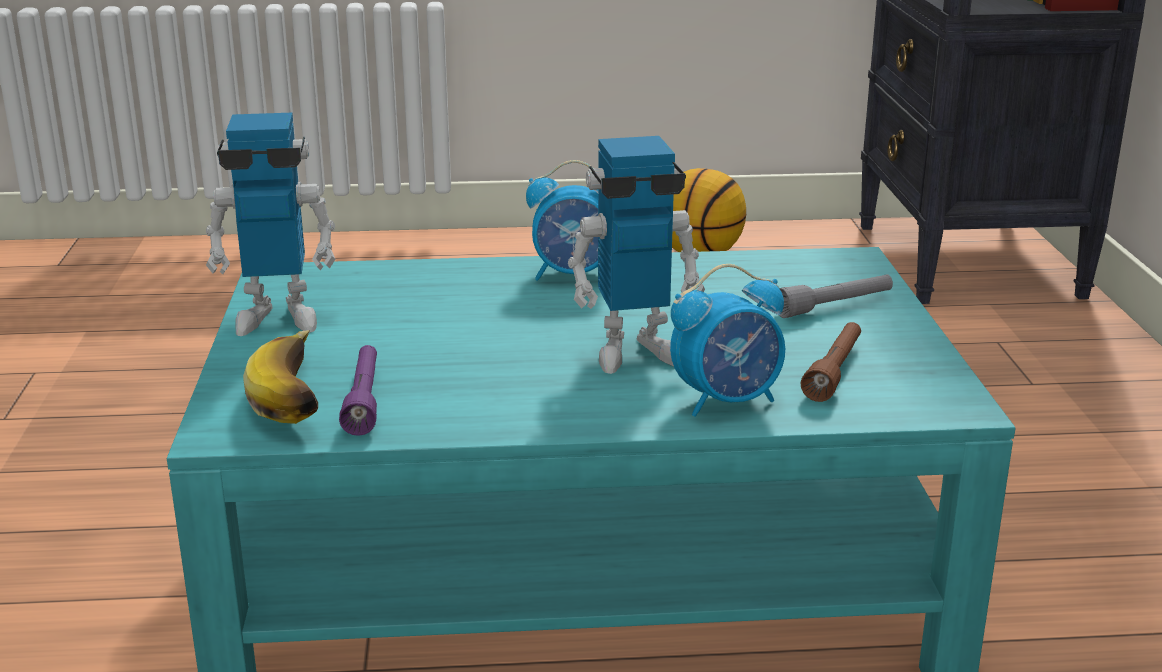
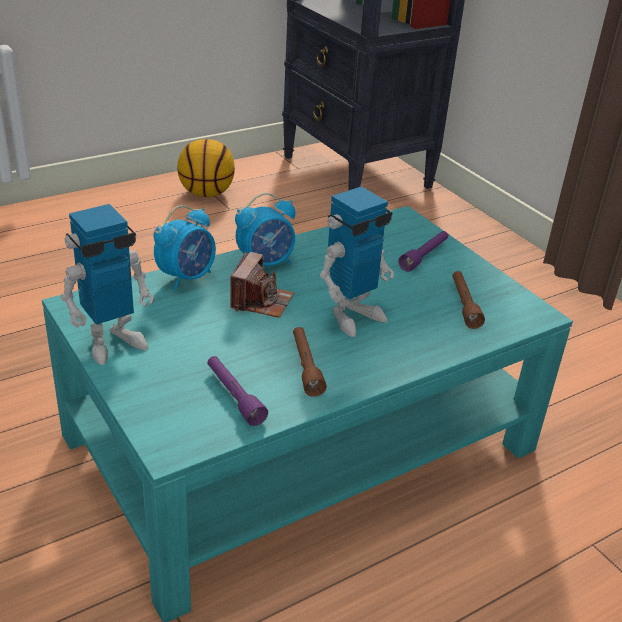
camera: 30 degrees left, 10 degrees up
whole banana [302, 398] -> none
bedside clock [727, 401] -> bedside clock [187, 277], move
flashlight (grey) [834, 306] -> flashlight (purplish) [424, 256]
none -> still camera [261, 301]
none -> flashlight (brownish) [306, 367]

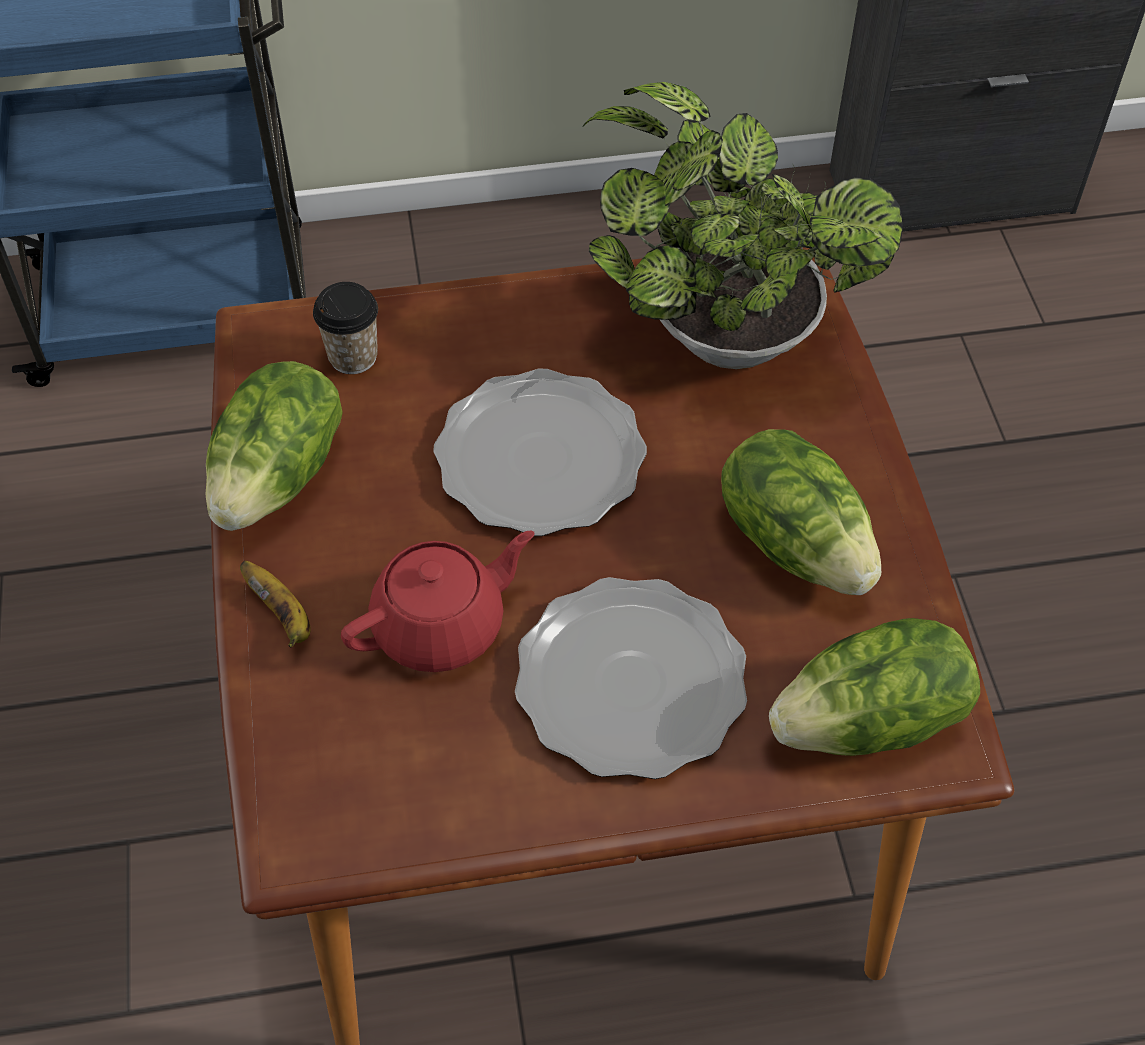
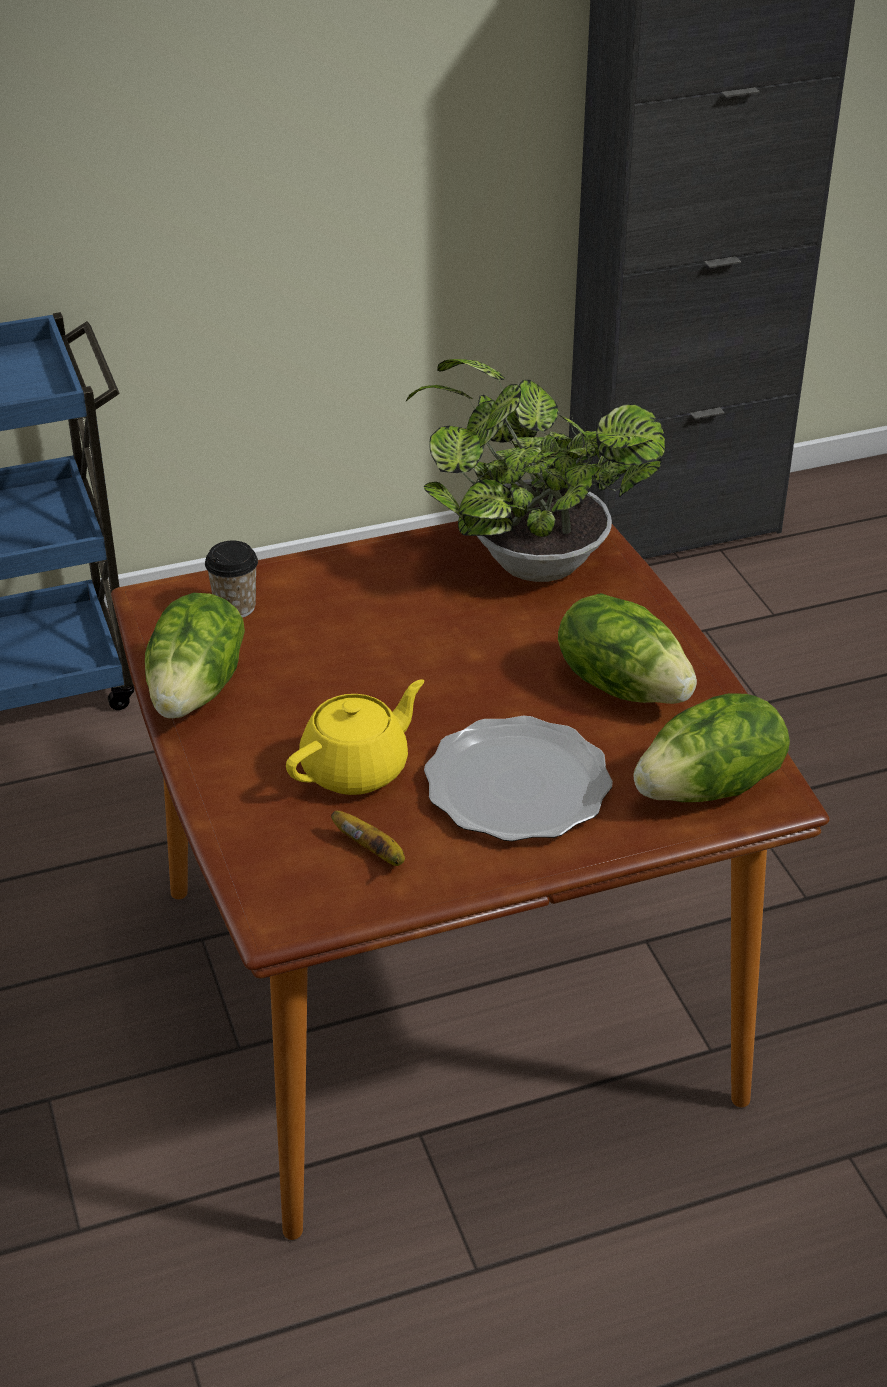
camera: 10 degrees left, 15 degrees down
whole banana [283, 615] -> whole banana [373, 852], move
pot for tea (reddish) [442, 626] -> pot for tea (yellow) [357, 769]
flat dish [538, 458] -> none

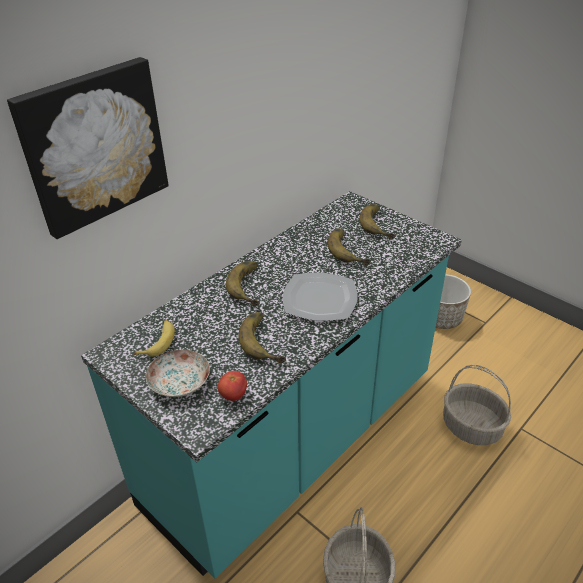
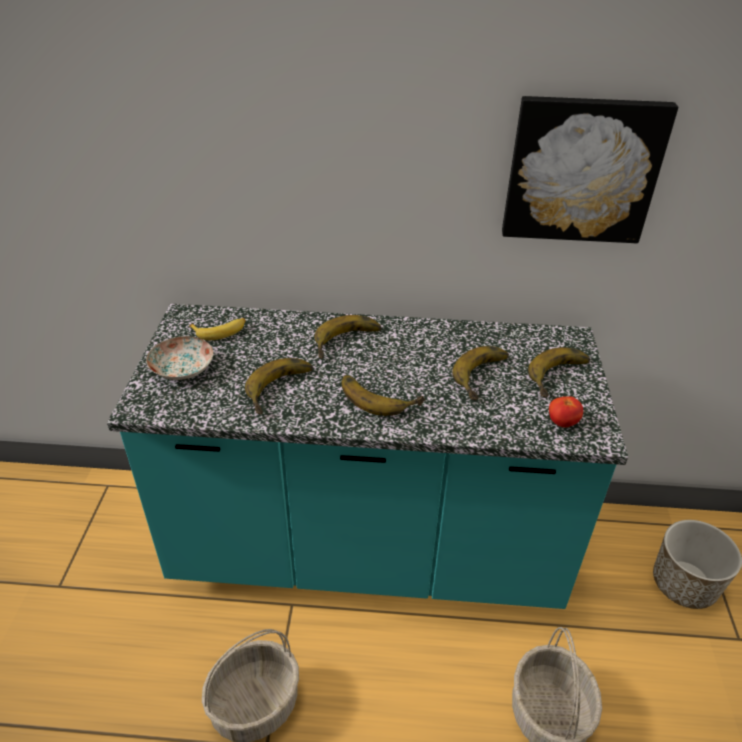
camera: 50 degrees right, 0 degrees up
wall art [93, 146] -> wall art [582, 170], move
whole tomato [233, 395] -> whole tomato [562, 422], move
flat dish [320, 299] -> whole banana [379, 395]

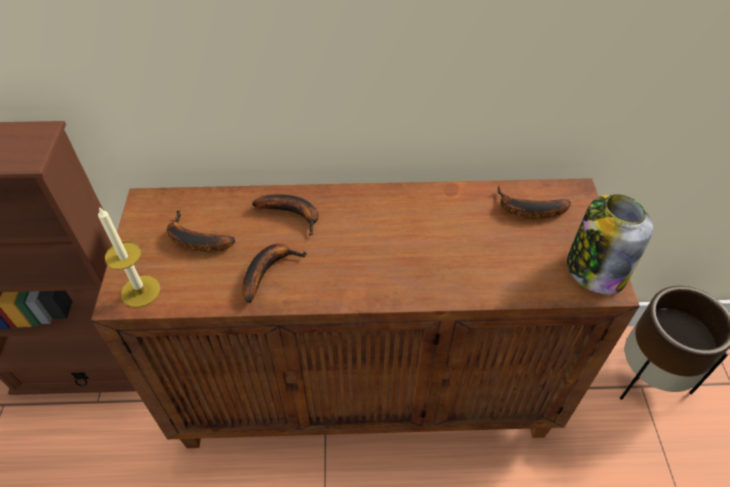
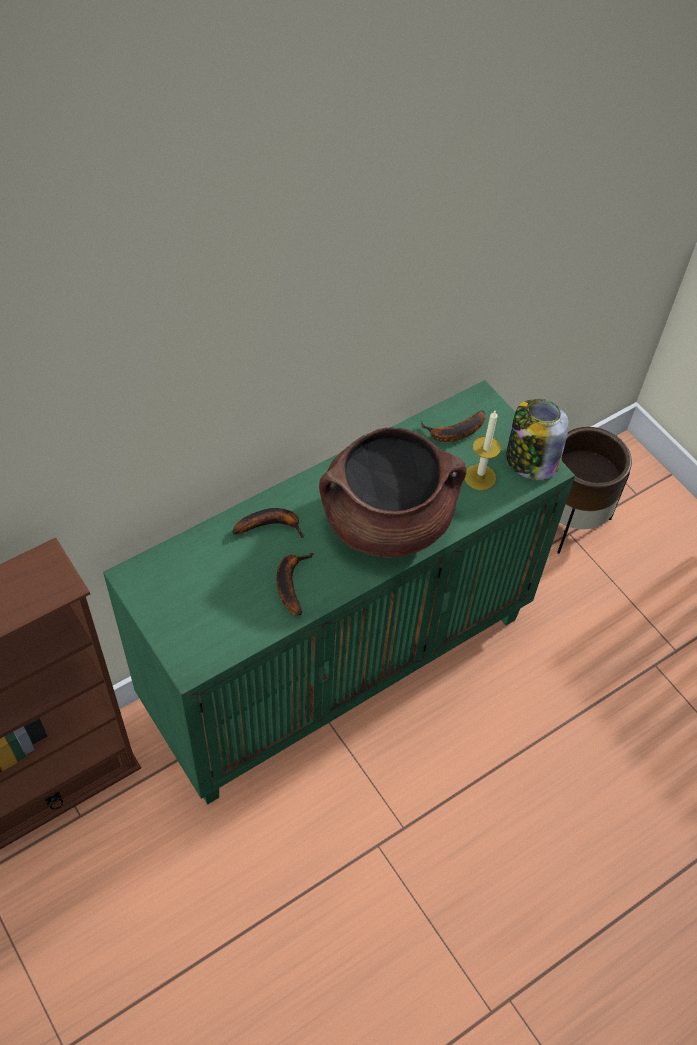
camera: 35 degrees left, 5 degrees up
storage cabinet (brownish) [367, 390] -> storage cabinet (green) [339, 661]
wax light [140, 291] -> wax light [480, 477], move
whole banana [194, 240] -> none
none -> saucepot (brownish) [387, 520]

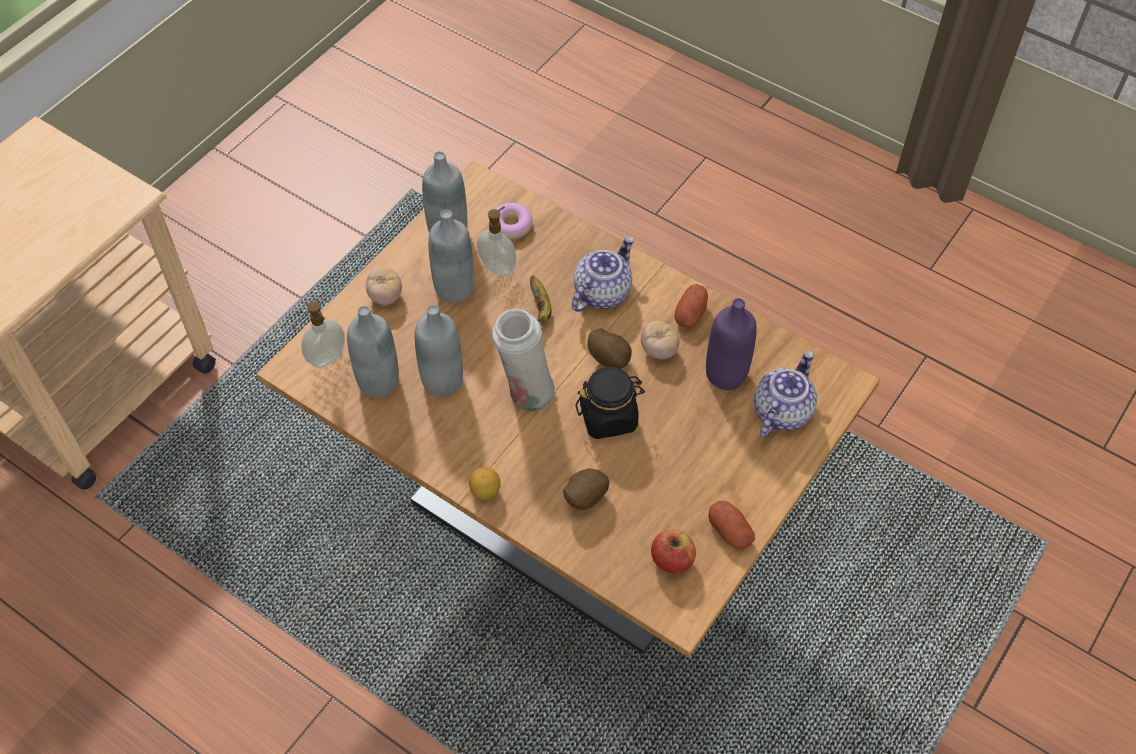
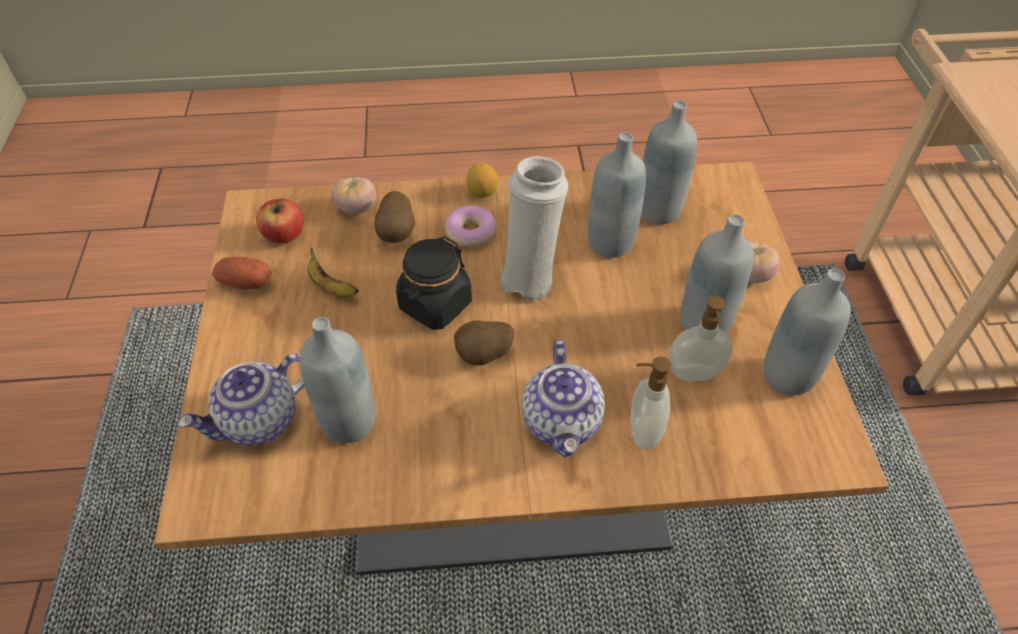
camera: 140 degrees right, 5 degrees down
liquid soap bottle [328, 358] -> liquid soap bottle [642, 431], move
doughnut [511, 225] -> doughnut [471, 232], move
whole banana [541, 307] -> whole banana [331, 287], move
whole tomato [658, 350] -> whole tomato [356, 208], move
whole potato [690, 314] -> none
beverage bottle (purplish) [726, 374] -> beverage bottle (grey) [349, 421]
pot for tea [781, 411] -> pot for tea [259, 421], 60 degrees clockwise

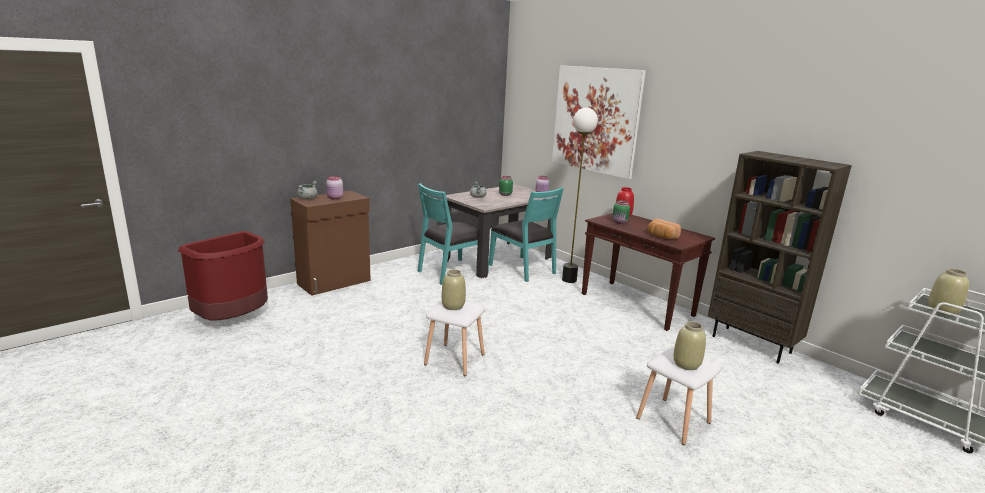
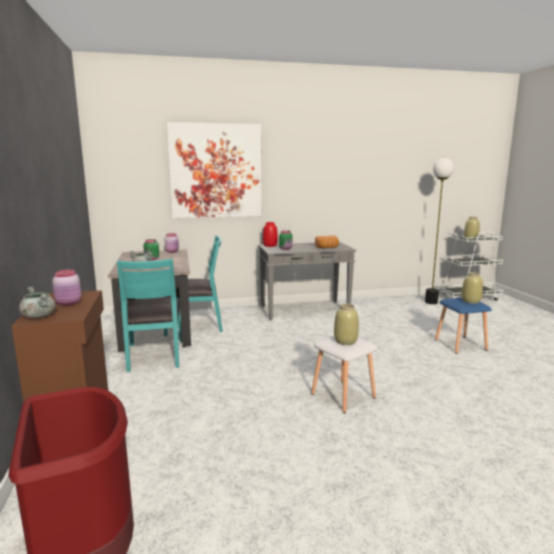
camera: 60 degrees left, 5 degrees down
standard lamp [569, 280] -> standard lamp [431, 302], move
narrow table (brownish) [637, 305] -> narrow table (grey) [305, 310]
stool seat (white) [673, 419] -> stool seat (blue) [459, 344]
bookshelf (brownish) [752, 344] -> none

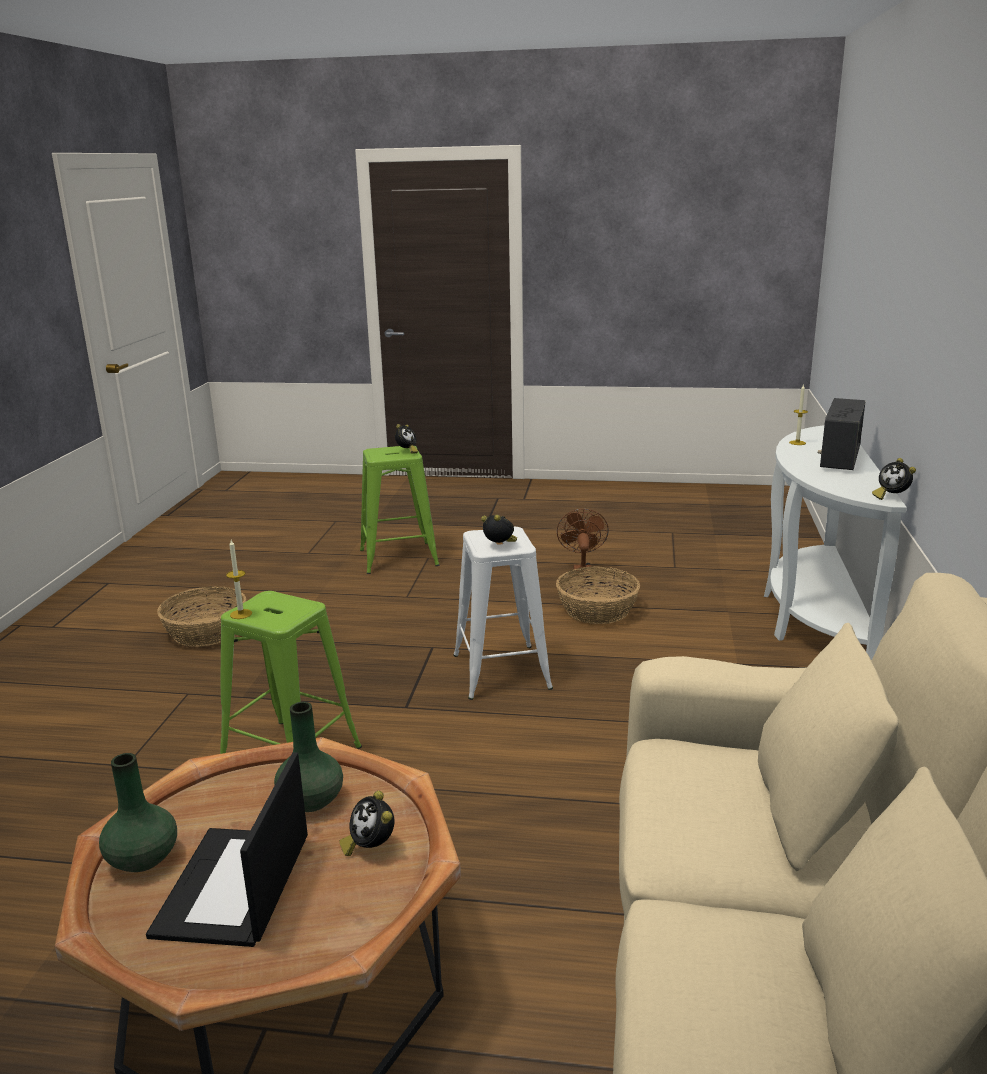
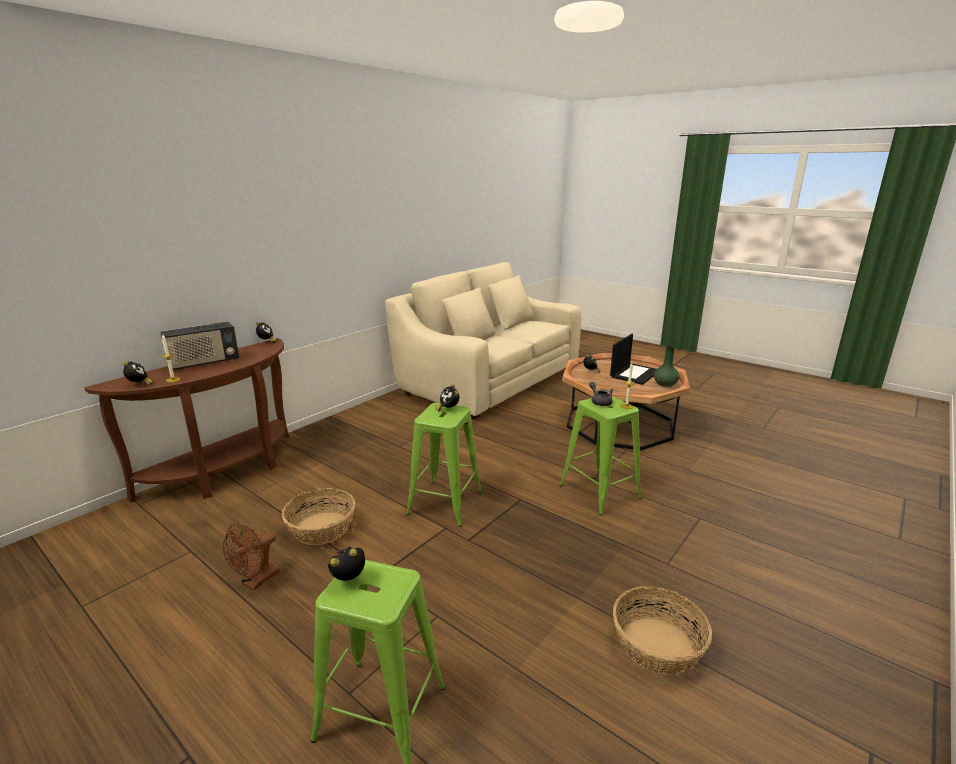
camera: 150 degrees left, 0 degrees up
flower vase (green) [312, 800] -> none
stool seat (white) [501, 672] -> stool seat (green) [445, 502]
narrow table (white) [814, 617] -> narrow table (brownish) [226, 472]
none -> bedside clock [139, 385]
none -> pot for tea (grey) [600, 401]

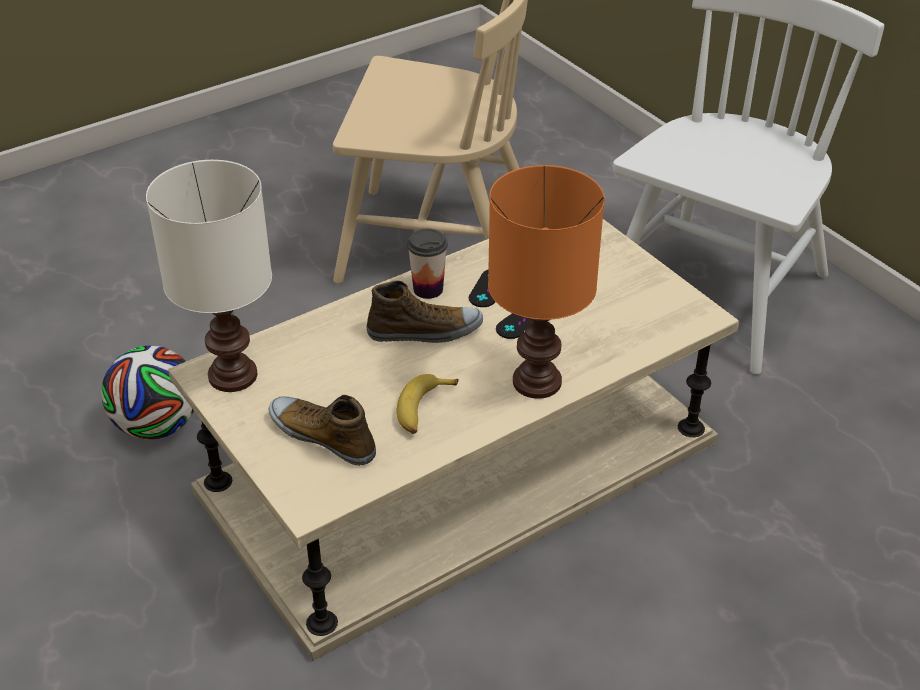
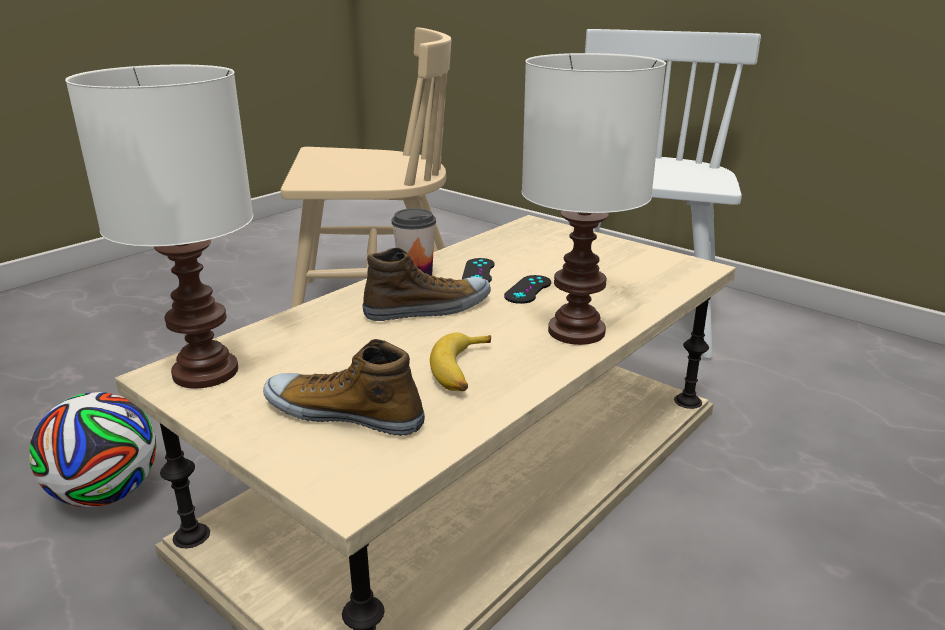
camera: 15 degrees left, 15 degrees down
table lamp (orange) [535, 381] -> table lamp (white) [574, 331]

